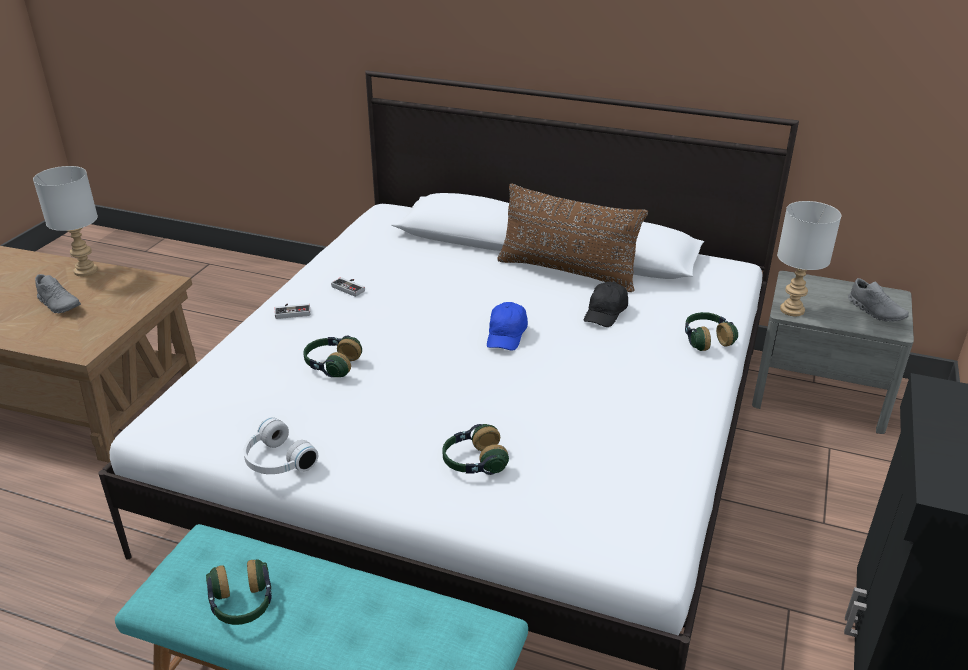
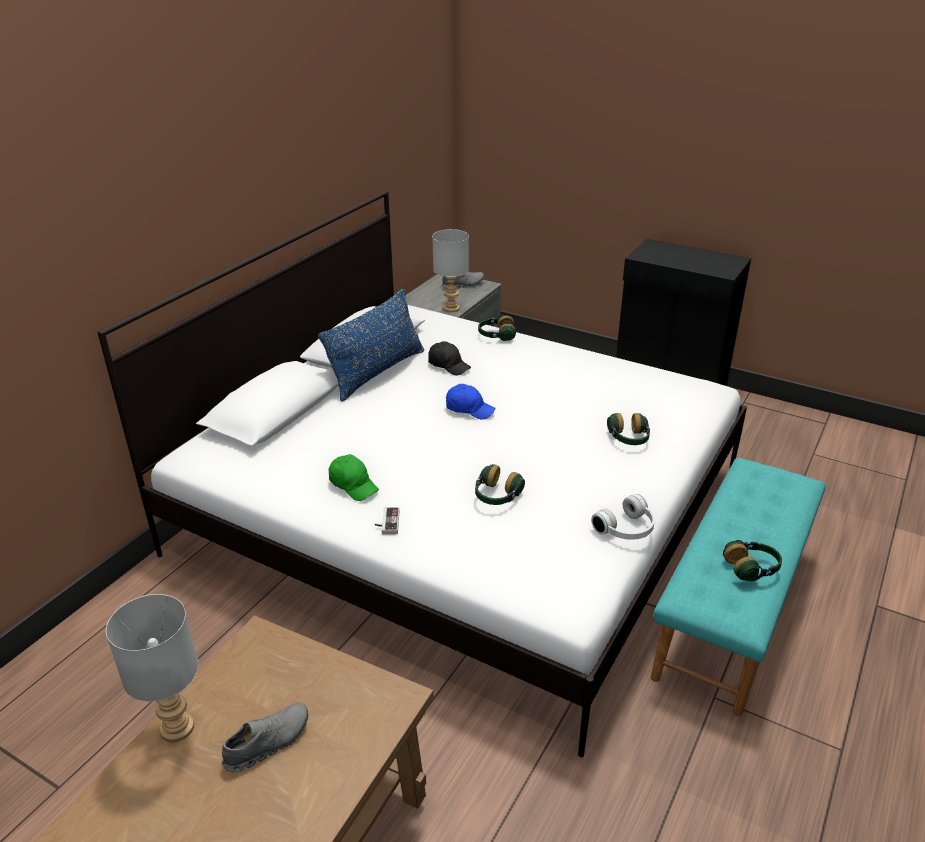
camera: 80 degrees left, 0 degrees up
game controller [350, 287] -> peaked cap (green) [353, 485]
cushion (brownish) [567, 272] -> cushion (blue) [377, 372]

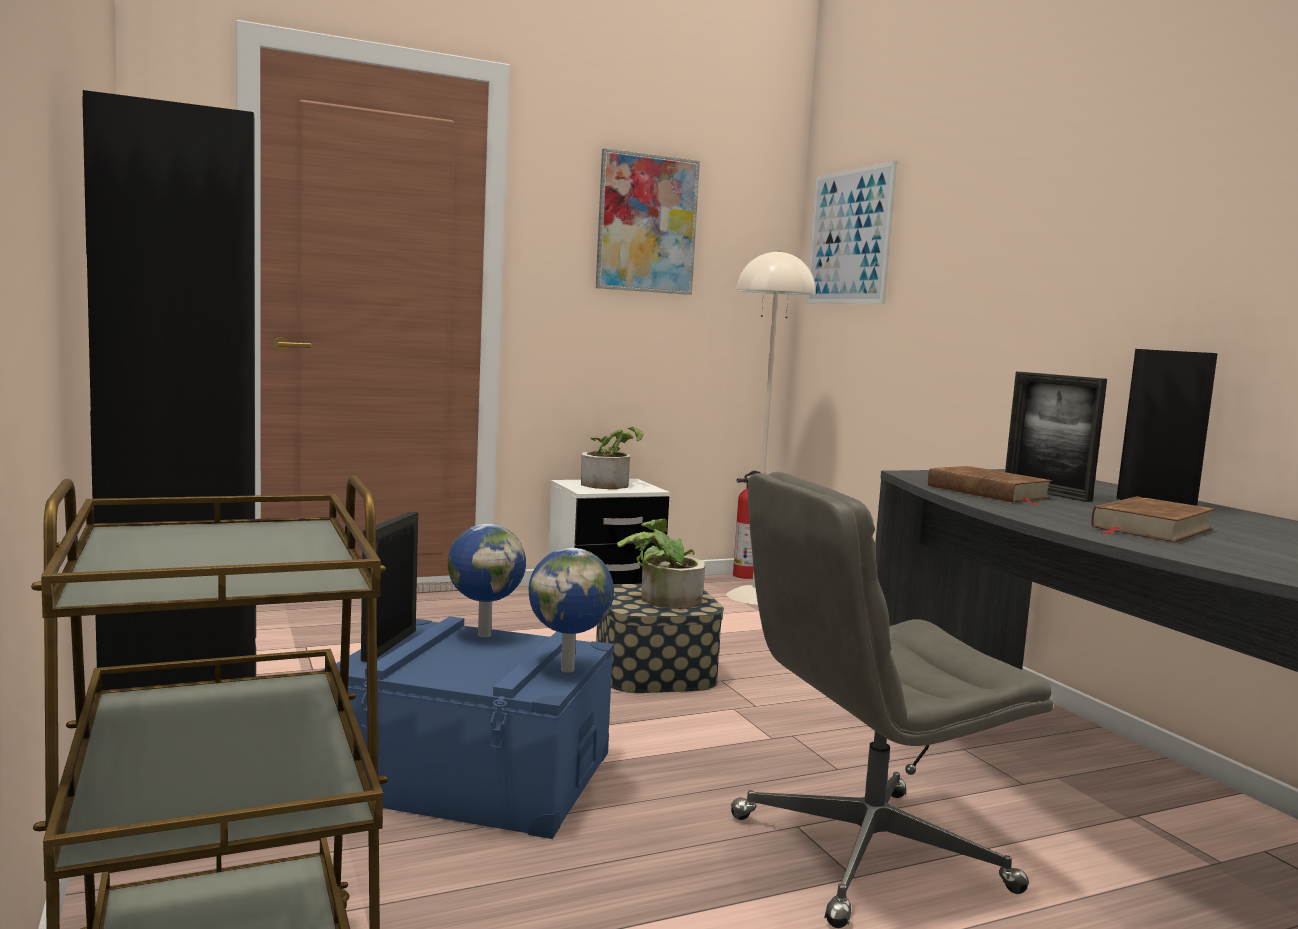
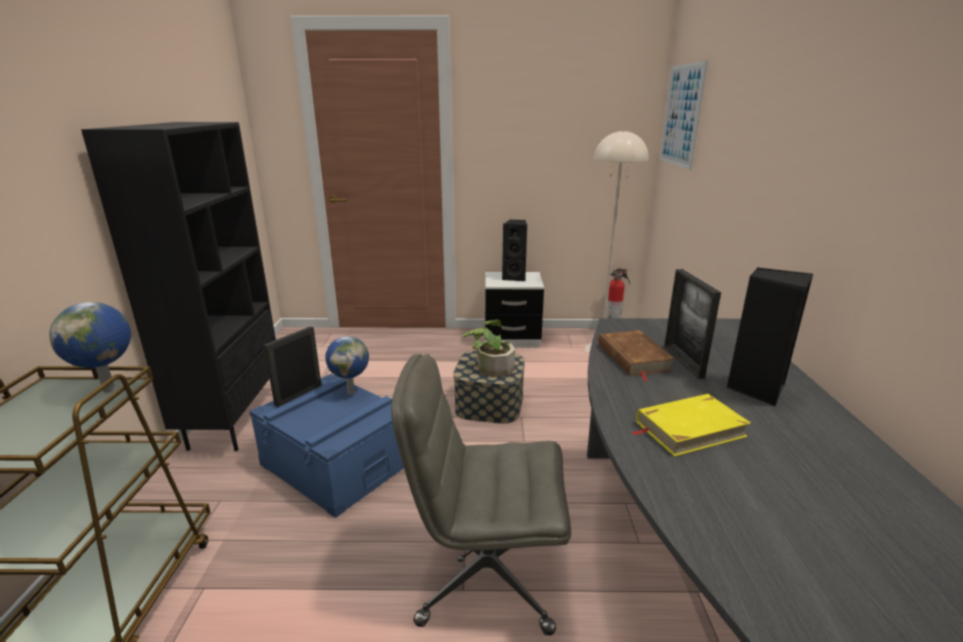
camera: 25 degrees right, 15 degrees up
world globe [569, 669] -> world globe [111, 389], move
potted plant [609, 484] -> audio speaker (blackish) [515, 277]
wall art [647, 224] -> none
volume (brownish) [1150, 528] -> volume (yellow) [689, 429]

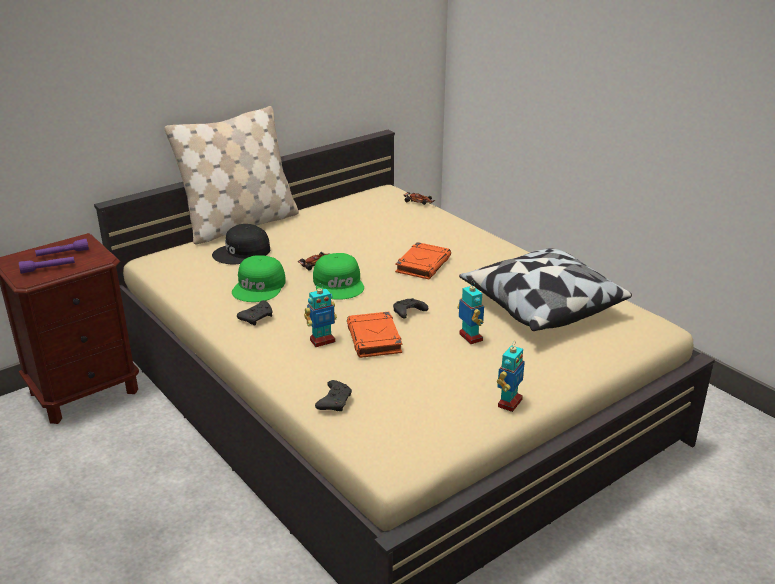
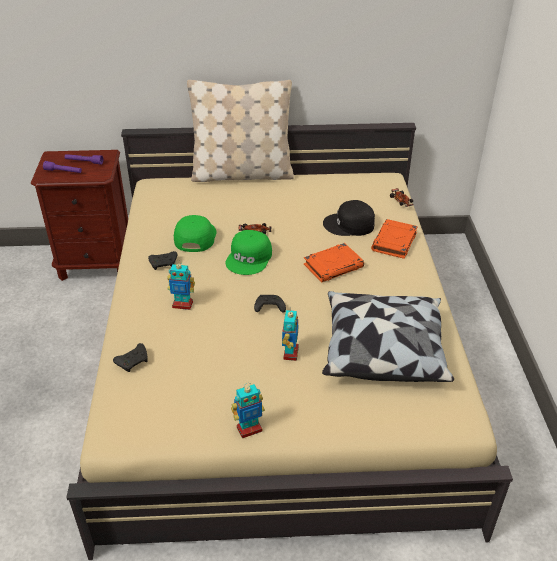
camera: 35 degrees right, 10 degrees up
peaked cap (blackish) [242, 252] -> peaked cap (blackish) [349, 225], move
peaked cap (green) [260, 287] -> peaked cap (green) [194, 237], 135 degrees clockwise
volume (orange) [374, 339] -> volume (orange) [394, 242], move

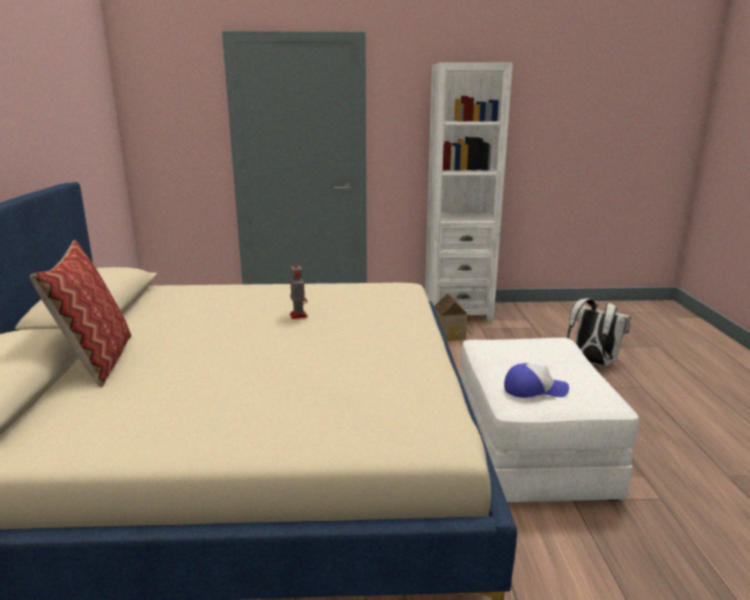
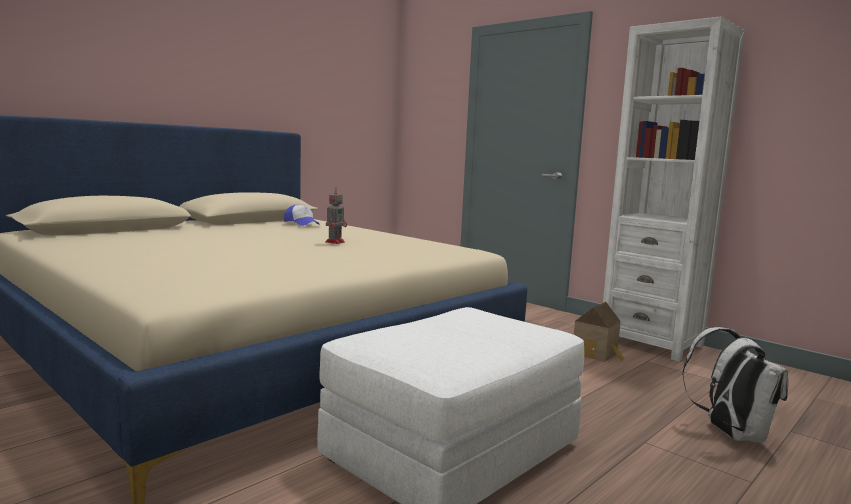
camera: 45 degrees right, 10 degrees down
cushion [97, 361] -> none
peaked cap [534, 389] -> peaked cap [302, 223], move

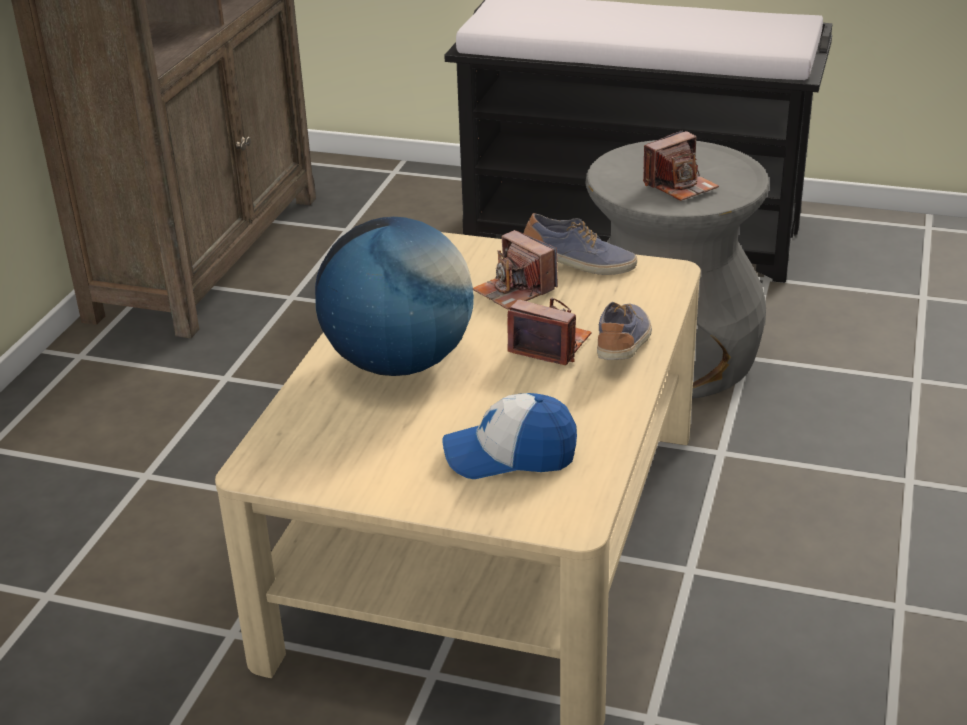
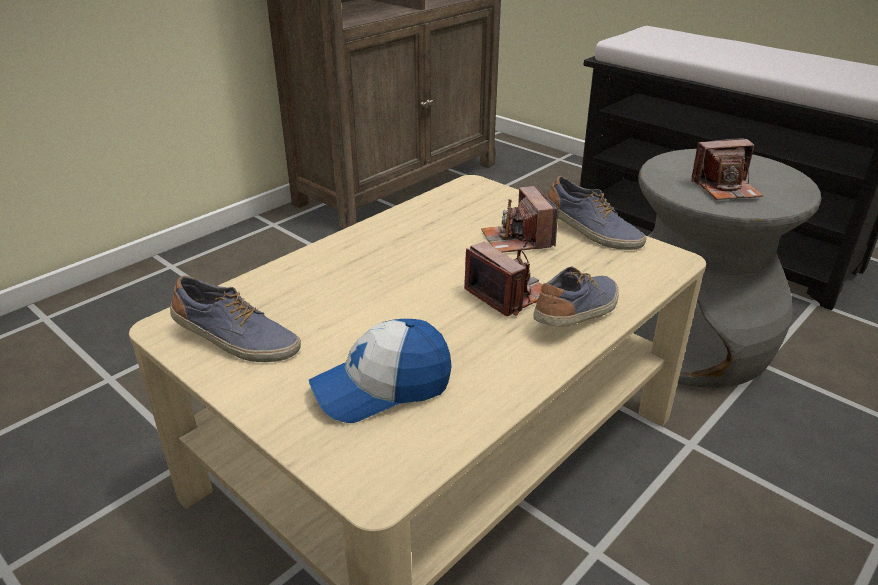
camera: 25 degrees right, 0 degrees up
world globe [399, 363] -> none
peaked cap [510, 455] -> peaked cap [382, 387], 45 degrees counterclockwise
none -> item of footwear [236, 341]

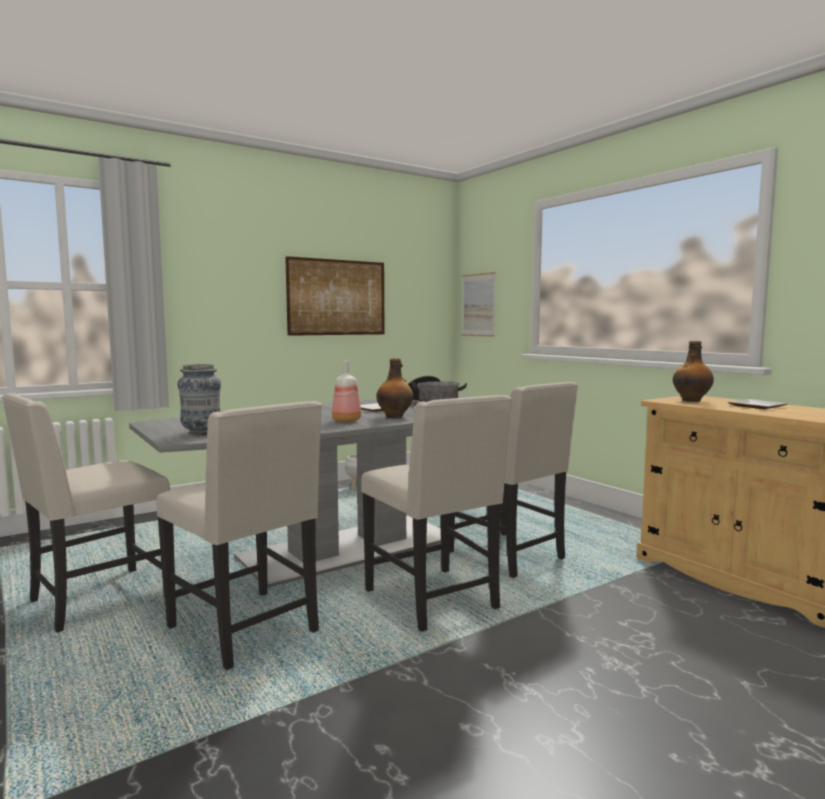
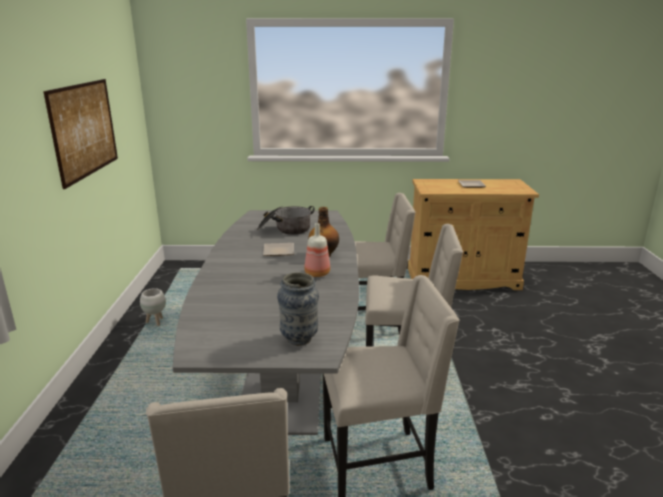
camera: 55 degrees left, 15 degrees up
wall art [478, 305] -> none
beverage bottle [692, 400] -> none

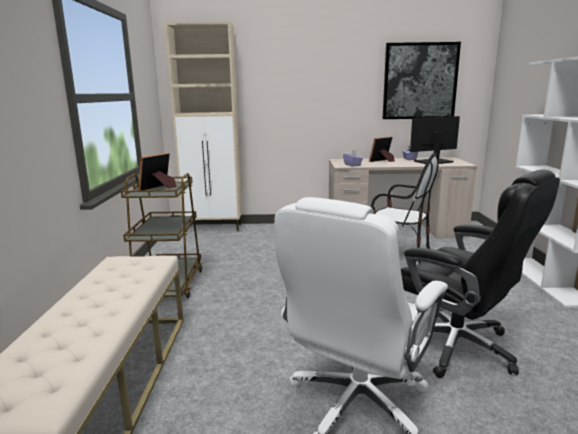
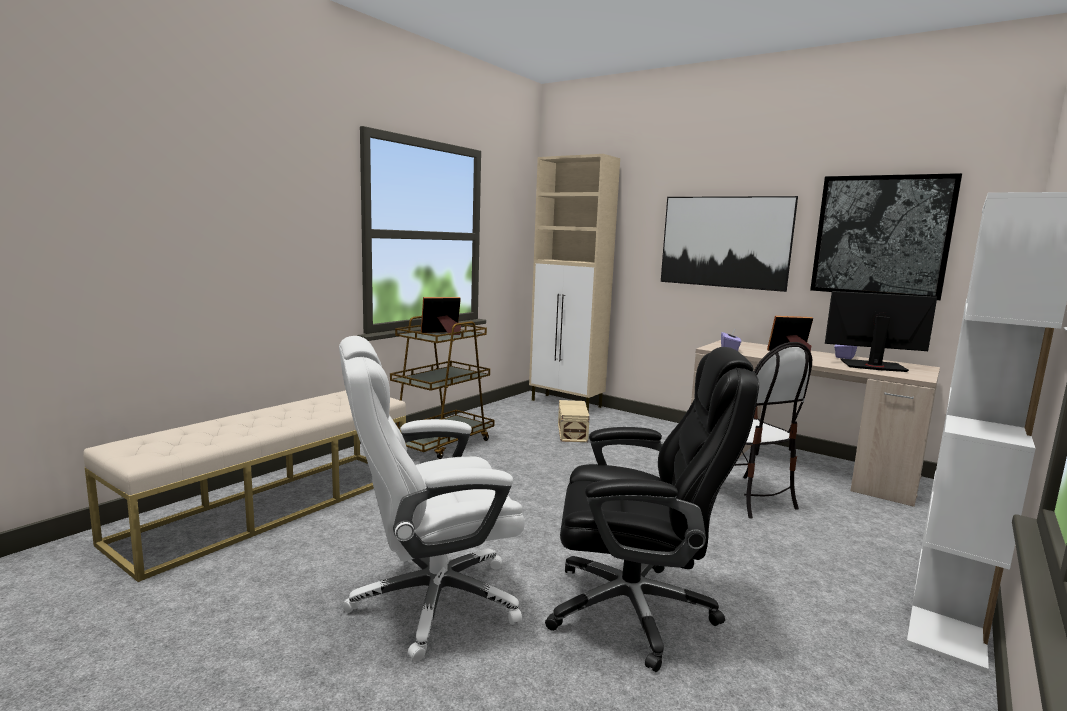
camera: 35 degrees right, 5 degrees down
computer chair (blackish) [458, 347] -> computer chair (blackish) [635, 610], 75 degrees counterclockwise
none -> storage bin (sand-coloured) [573, 432]
none -> wall art [724, 242]

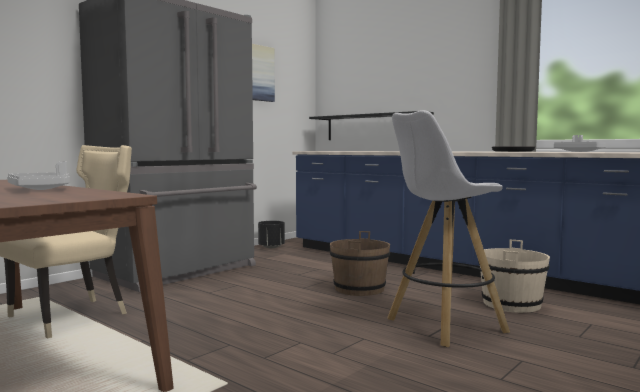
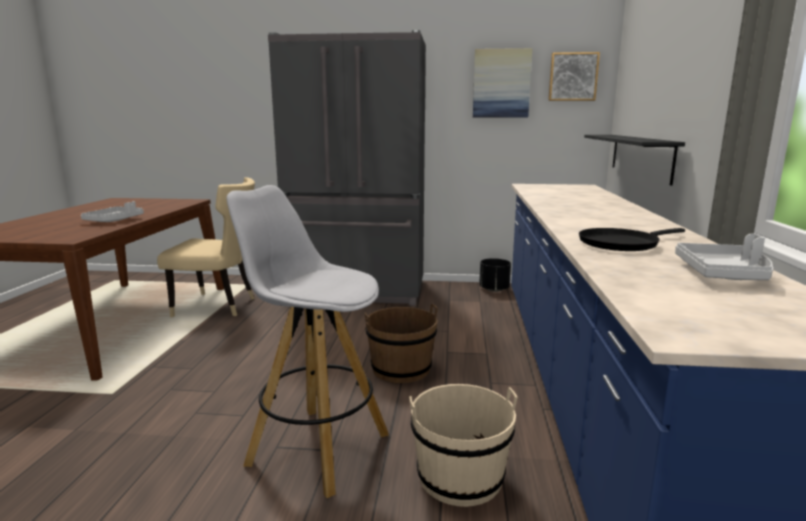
camera: 55 degrees right, 10 degrees up
none -> wall art [573, 77]

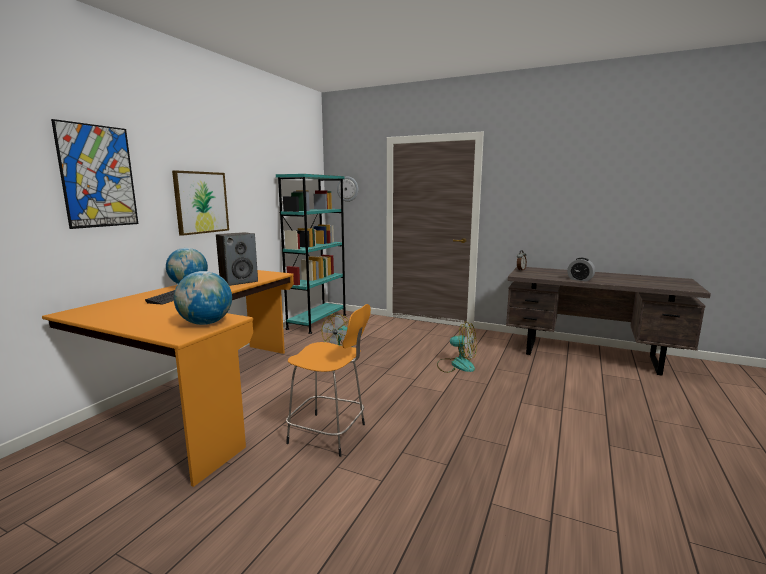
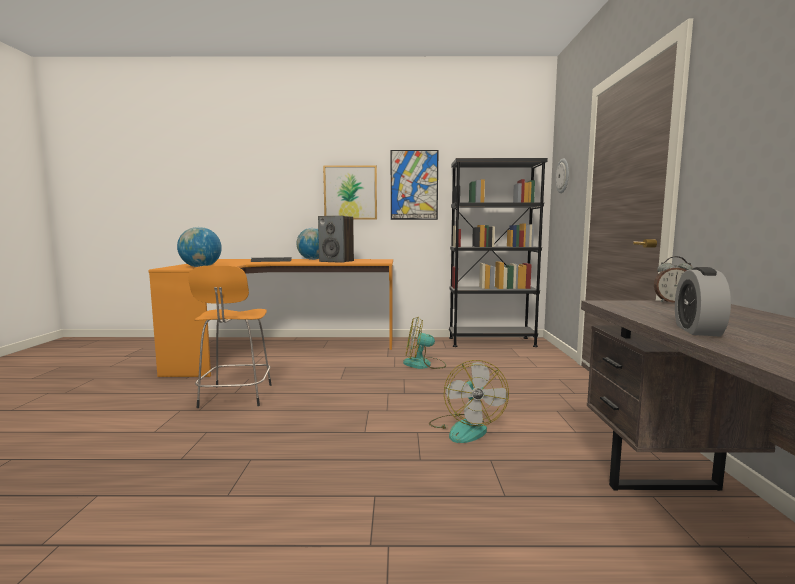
camera: 65 degrees right, 5 degrees down
wall art [98, 176] -> wall art [414, 185], move
bookshelf (turquoise) [317, 321] -> bookshelf (blackish) [491, 342]

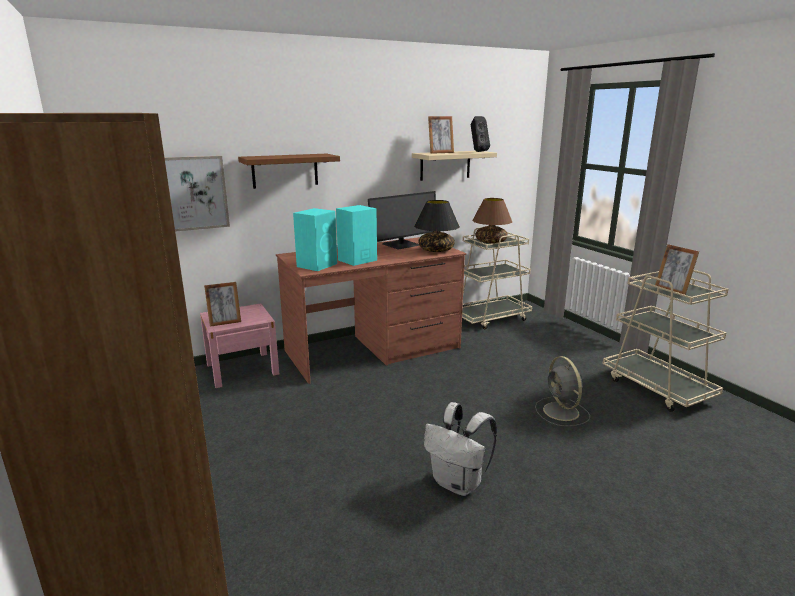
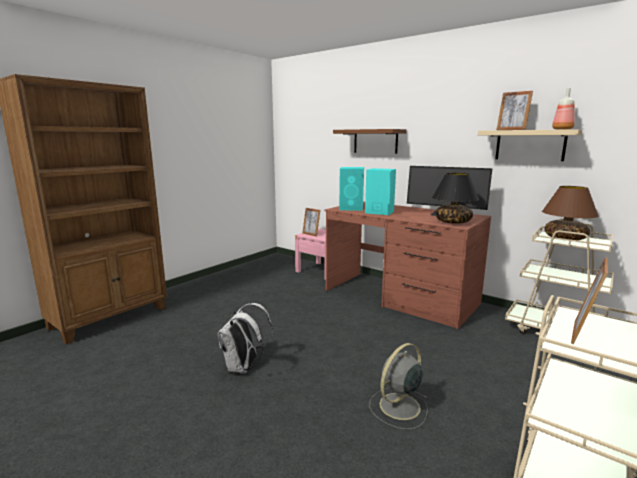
camera: 65 degrees right, 5 degrees down
wall art [195, 193] -> none
audio speaker (blackish) [477, 151] -> beverage bottle [563, 129]

